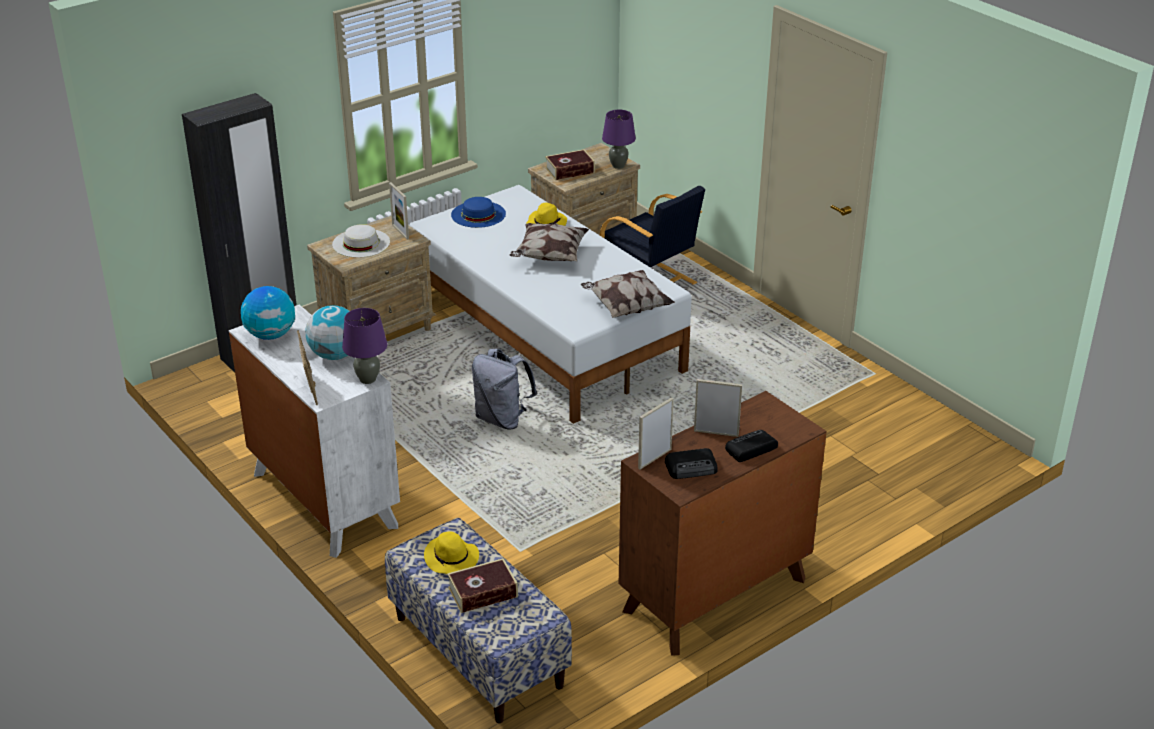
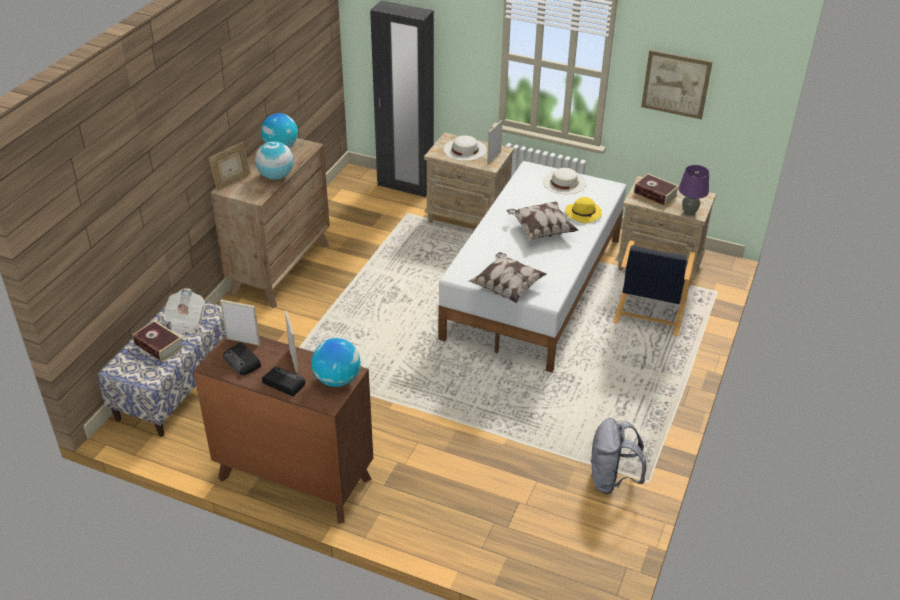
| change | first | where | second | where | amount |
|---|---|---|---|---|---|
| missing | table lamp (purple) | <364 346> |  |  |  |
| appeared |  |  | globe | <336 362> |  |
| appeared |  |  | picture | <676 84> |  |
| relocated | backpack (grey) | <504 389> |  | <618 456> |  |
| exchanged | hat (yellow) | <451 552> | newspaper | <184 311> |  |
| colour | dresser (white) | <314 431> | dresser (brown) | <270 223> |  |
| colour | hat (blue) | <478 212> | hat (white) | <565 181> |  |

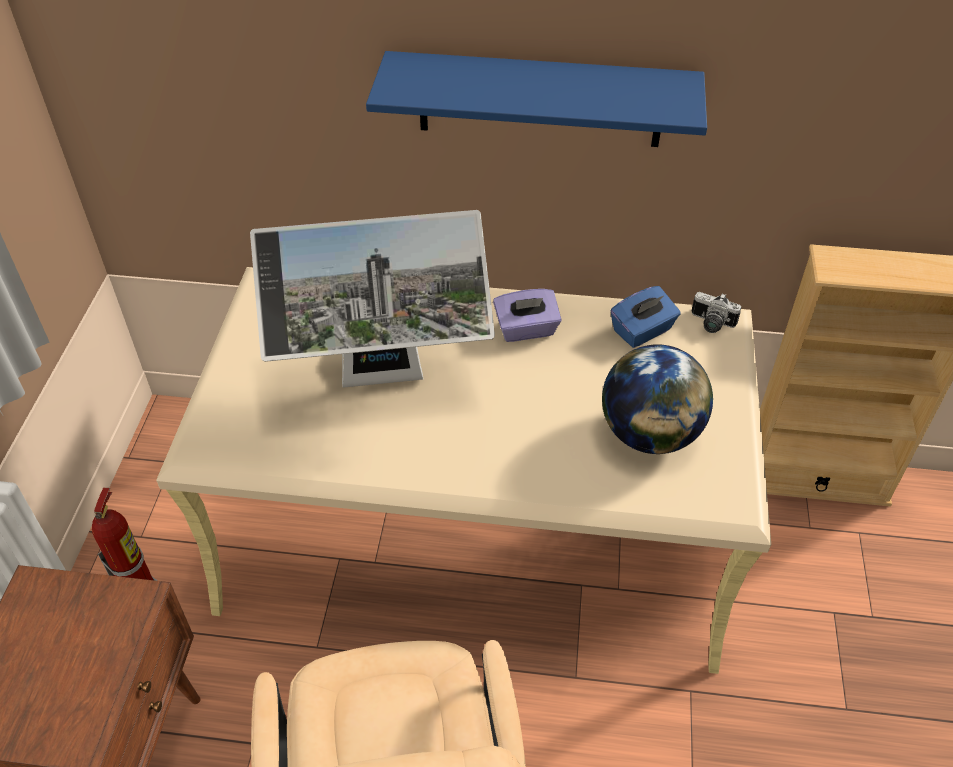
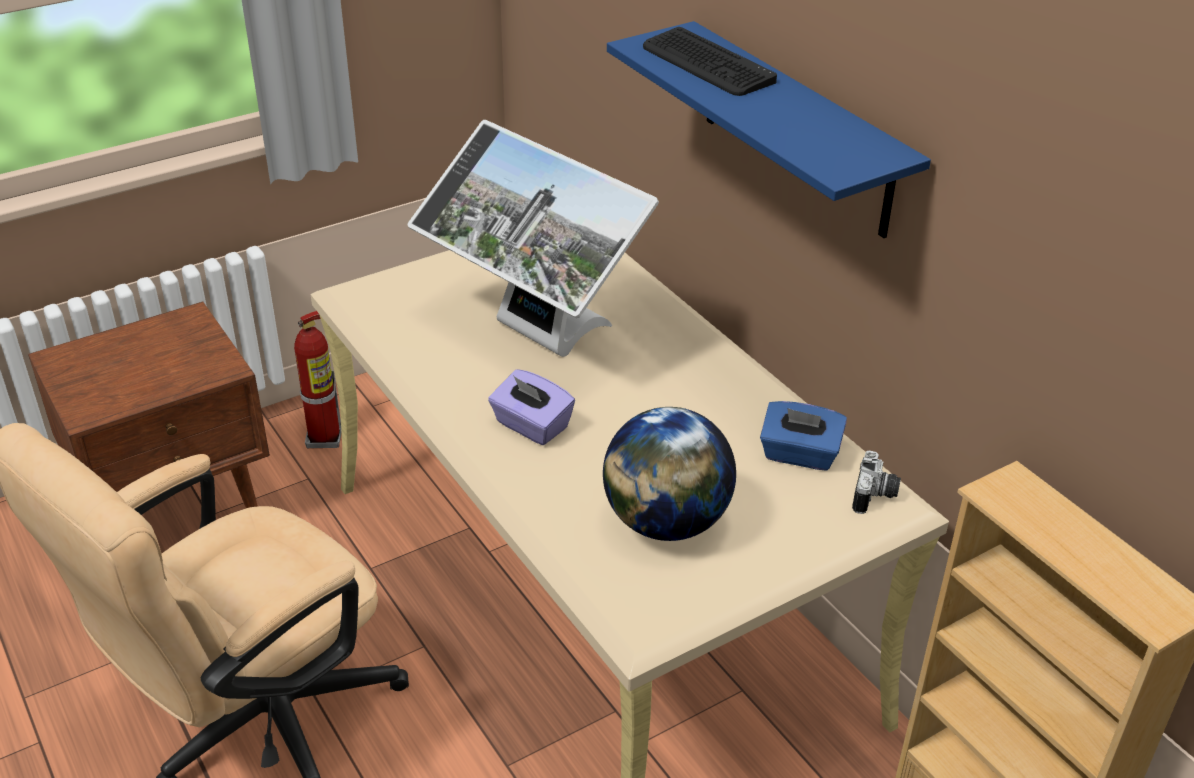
| change | first | where | second | where | amount |
|---|---|---|---|---|---|
| appeared |  |  | keyboard | <710 61> |  |
| relocated | tissue box (purple) | <527 315> |  | <531 407> |  |
| spun | photo camera | <716 312> |  | <876 482> | 150 degrees counterclockwise |

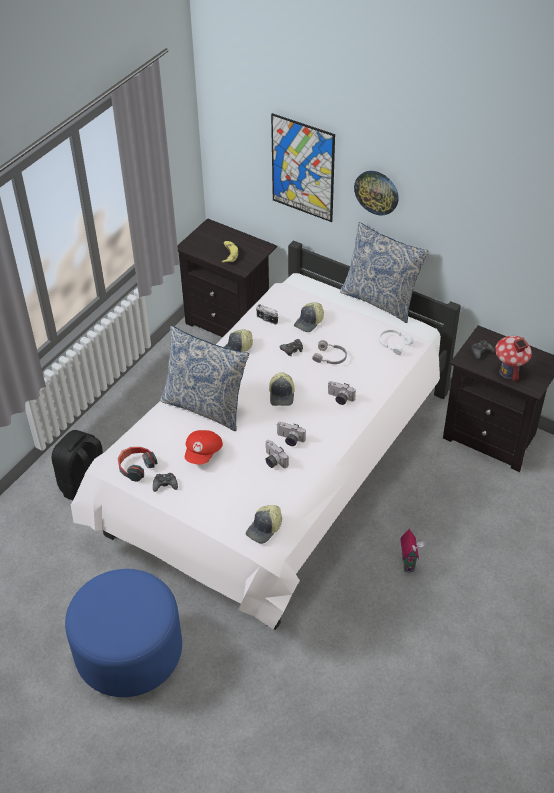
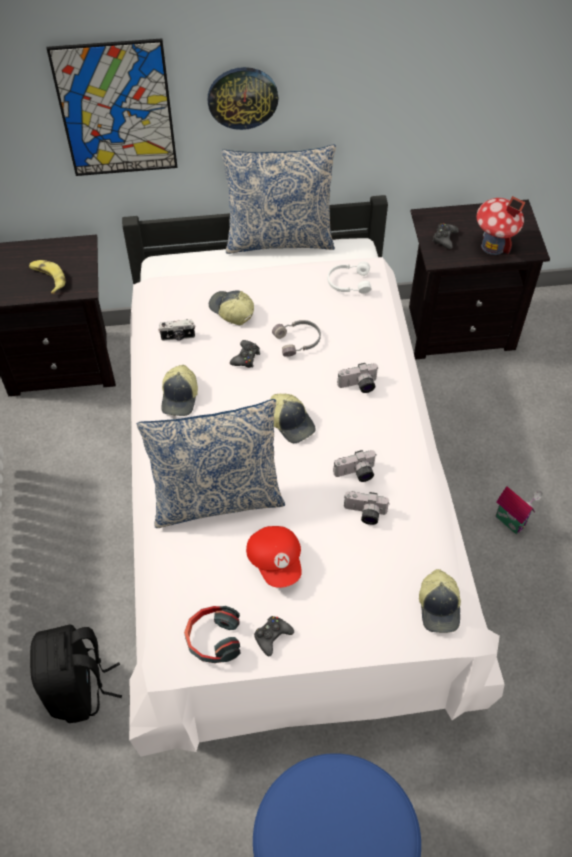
| change | first | where | second | where | amount |
|---|---|---|---|---|---|
| spun | cap | <309 317> |  | <231 308> | 135 degrees clockwise |

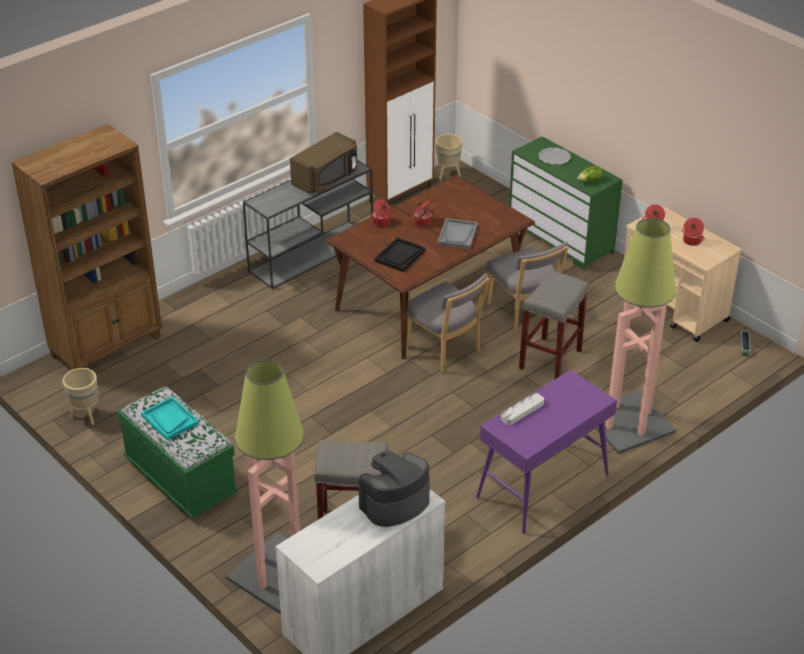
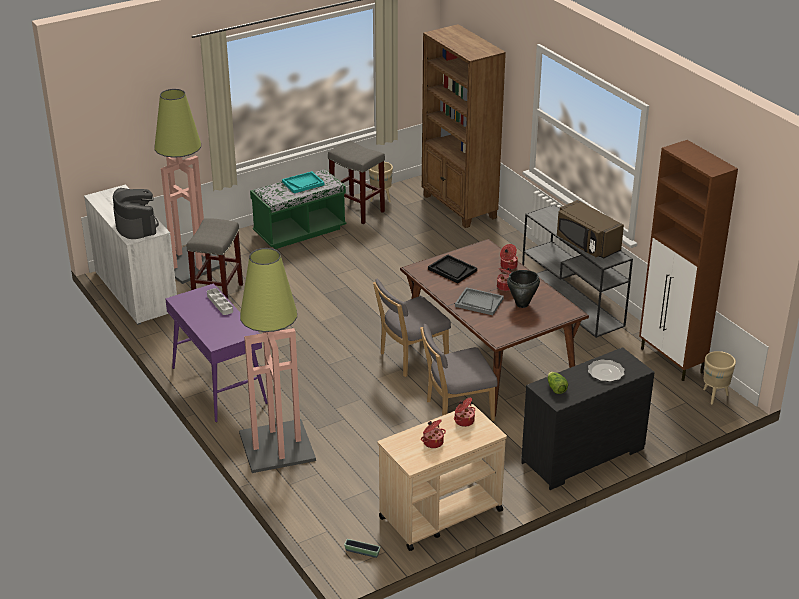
| change | first | where | second | where | amount |
|---|---|---|---|---|---|
| appeared |  |  | cooking pot (black) | <523 289> |  |
| relocated | stool (grey) | <553 325> |  | <356 182> |  |
| colour | dresser (green) | <566 203> | dresser (black) | <588 418> |  |

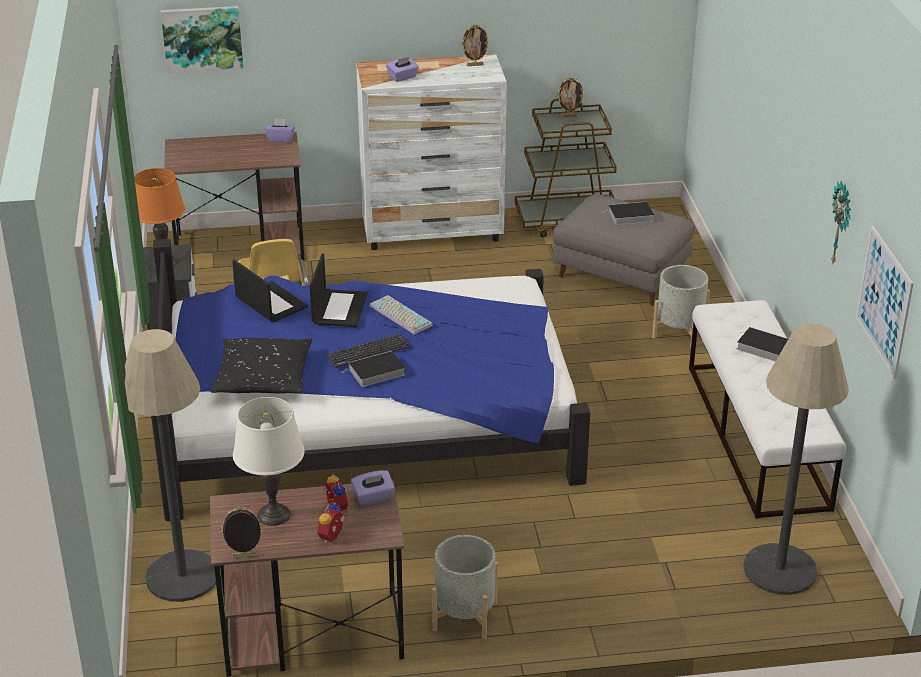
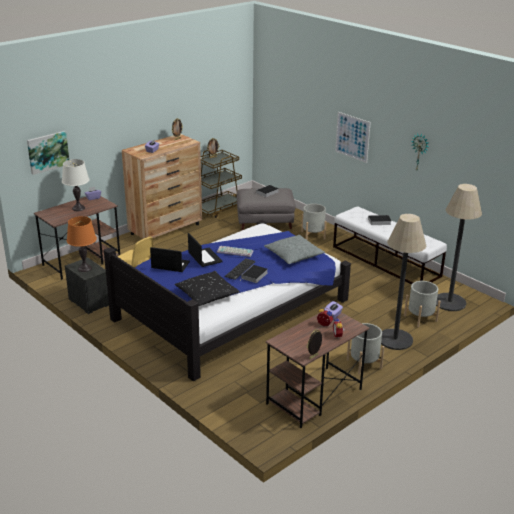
| change | first | where | second | where | amount |
|---|---|---|---|---|---|
| appeared |  |  | pillow (grey) | <294 249> |  |
| appeared |  |  | planter (grey) | <422 304> |  |
| relocated | floor lamp | <170 465> |  | <403 282> |  |
| relocated | table lamp (white) | <268 461> |  | <75 185> |  |
| relocated | picture | <885 302> |  | <353 137> |  |
| colour | dresser (white) | <431 152> | dresser (brown) | <162 186> |  |

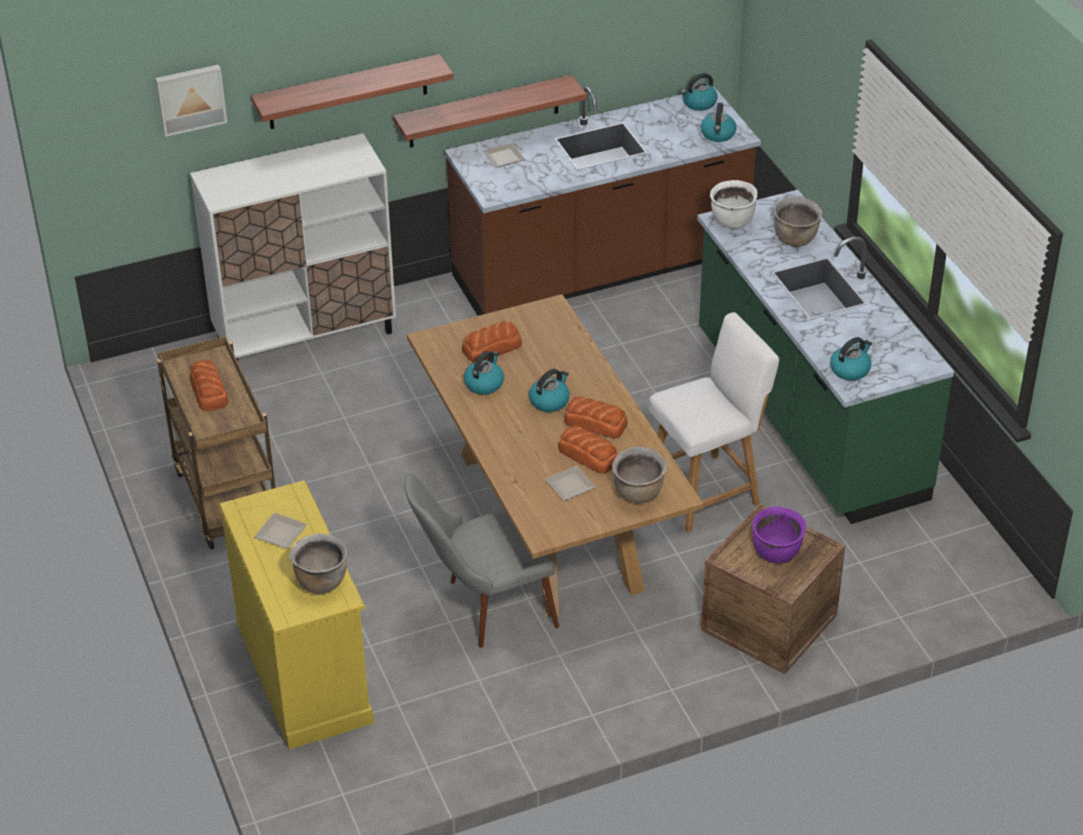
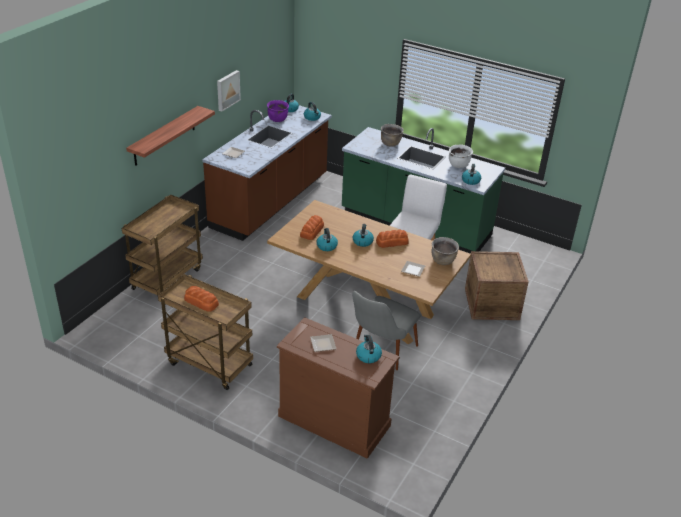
| change | first | where | second | where | amount |
|---|---|---|---|---|---|
| missing | shelf | <490 111> |  |  |  |
| missing | bread | <588 449> |  |  |  |
| relocated | picture | <191 100> |  | <229 91> |  |
| relocated | cooking pot (white) | <733 204> |  | <461 156> |  |
| relocated | cooking pot (purple) | <779 534> |  | <278 111> |  |
| exchanged | cabinet (white) | <293 248> | cart (brown) | <162 245> |  |
| exchanged | cooking pot (brown) | <318 564> | kettle | <369 348> |  |
| colour | dresser (yellow) | <296 615> | dresser (brown) | <338 388> |  |

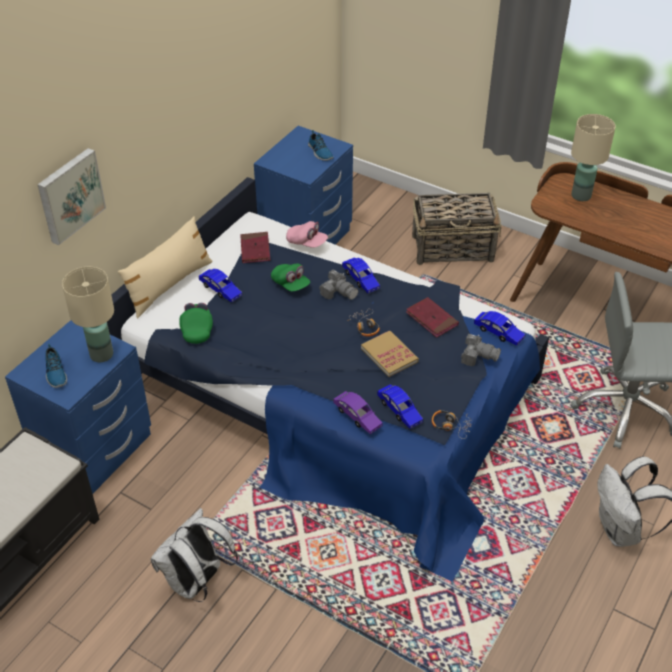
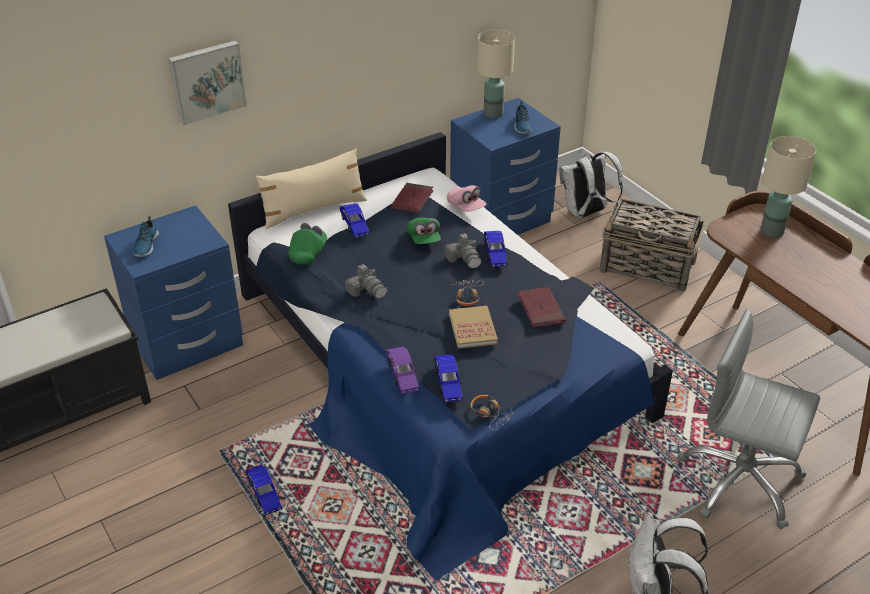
| change | first | where | second | where | amount |
|---|---|---|---|---|---|
| relocated | table lamp (beige) | <88 314> |  | <496 73> |  |
| relocated | backpack (white) | <194 555> |  | <591 185> |  |
| relocated | photo camera | <481 350> |  | <366 281> |  |
| relocated | toy car (blue) | <499 328> |  | <264 490> |  |

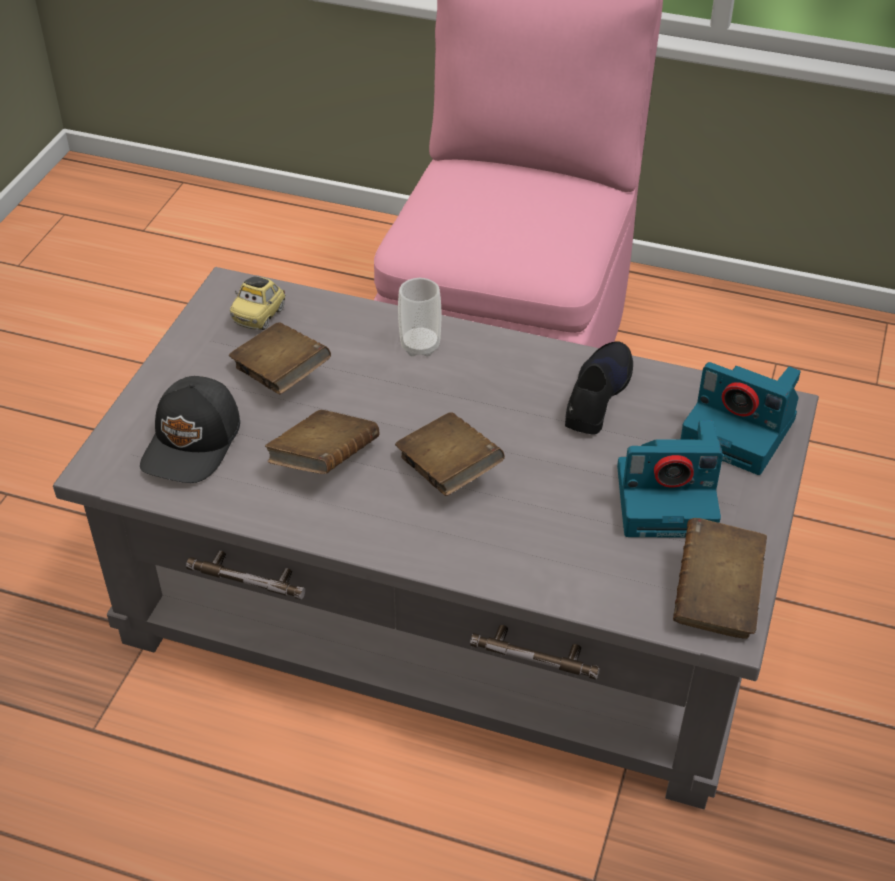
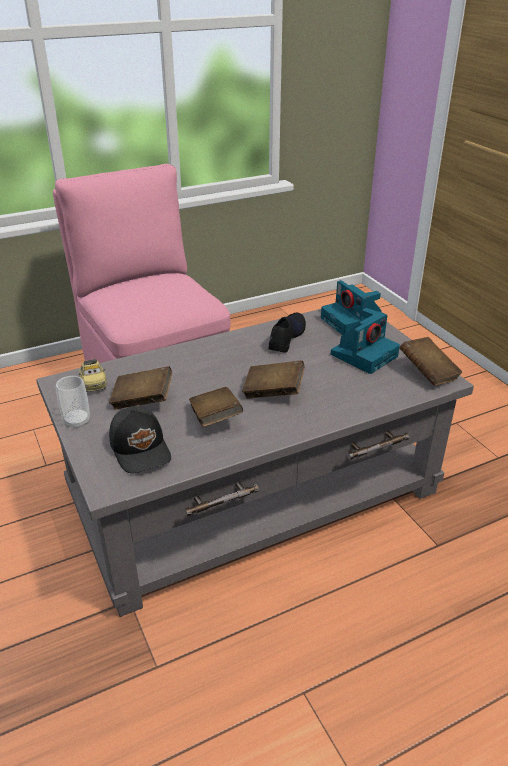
| change | first | where | second | where | amount |
|---|---|---|---|---|---|
| relocated | cup | <419 317> |  | <73 402> |  |
| spun | shoe (black) | <599 388> |  | <287 333> | 45 degrees clockwise |
| spun | photo camera | <740 418> |  | <351 307> | 75 degrees clockwise |

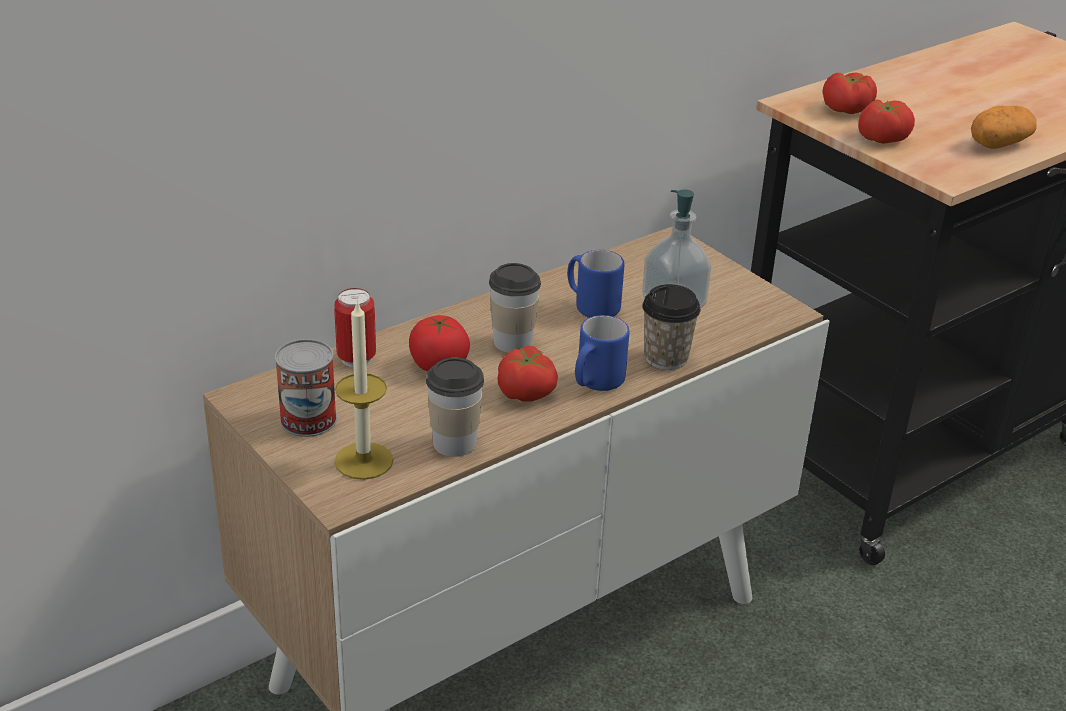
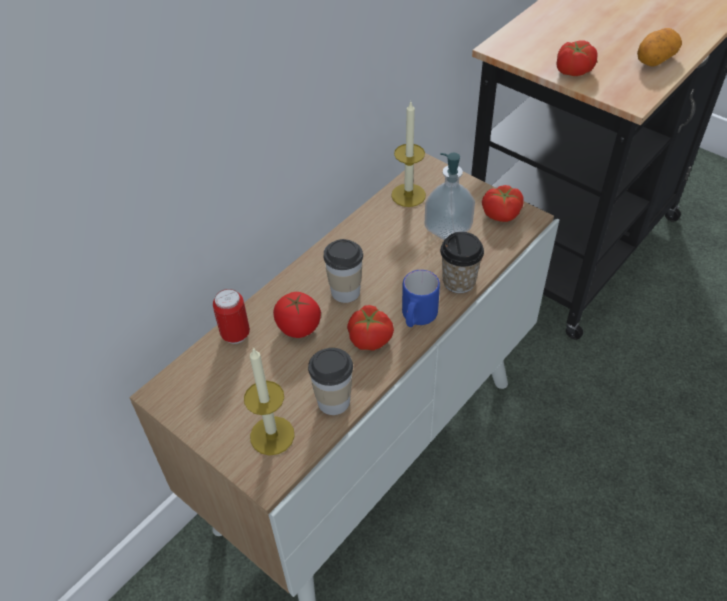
| change | first | where | second | where | amount |
|---|---|---|---|---|---|
| missing | can | <306 388> |  |  |  |
| missing | mug (blue) | <595 284> |  |  |  |
| appeared |  |  | candle | <408 154> |  |
| relocated | tomato | <850 93> |  | <503 203> |  |

